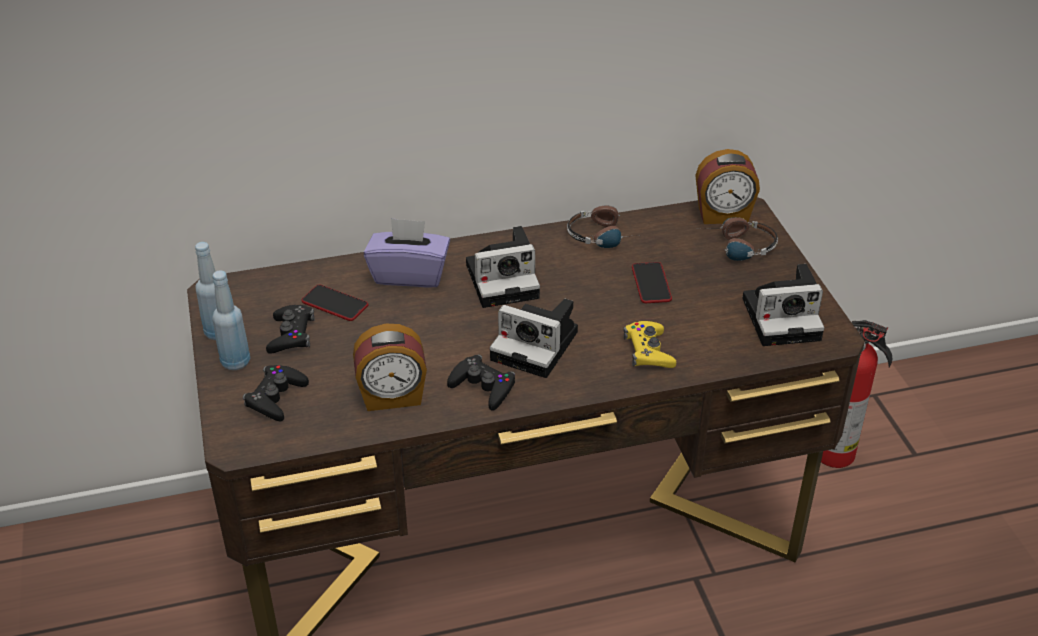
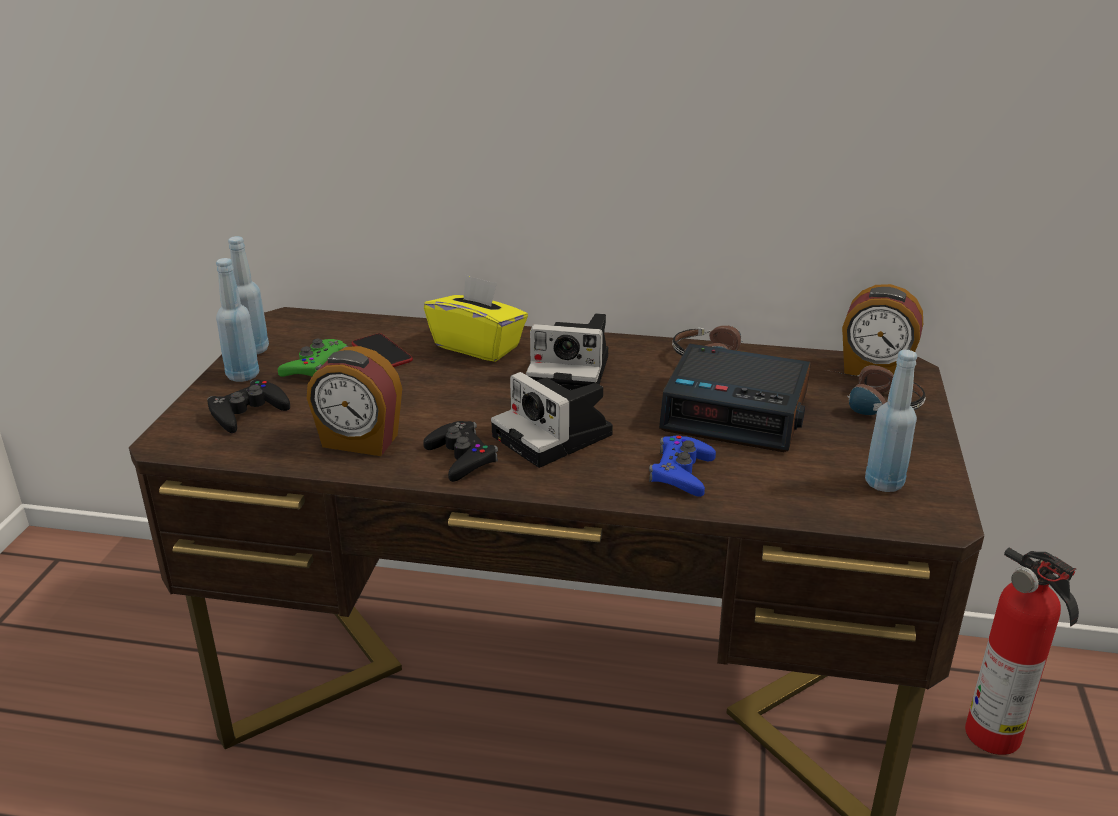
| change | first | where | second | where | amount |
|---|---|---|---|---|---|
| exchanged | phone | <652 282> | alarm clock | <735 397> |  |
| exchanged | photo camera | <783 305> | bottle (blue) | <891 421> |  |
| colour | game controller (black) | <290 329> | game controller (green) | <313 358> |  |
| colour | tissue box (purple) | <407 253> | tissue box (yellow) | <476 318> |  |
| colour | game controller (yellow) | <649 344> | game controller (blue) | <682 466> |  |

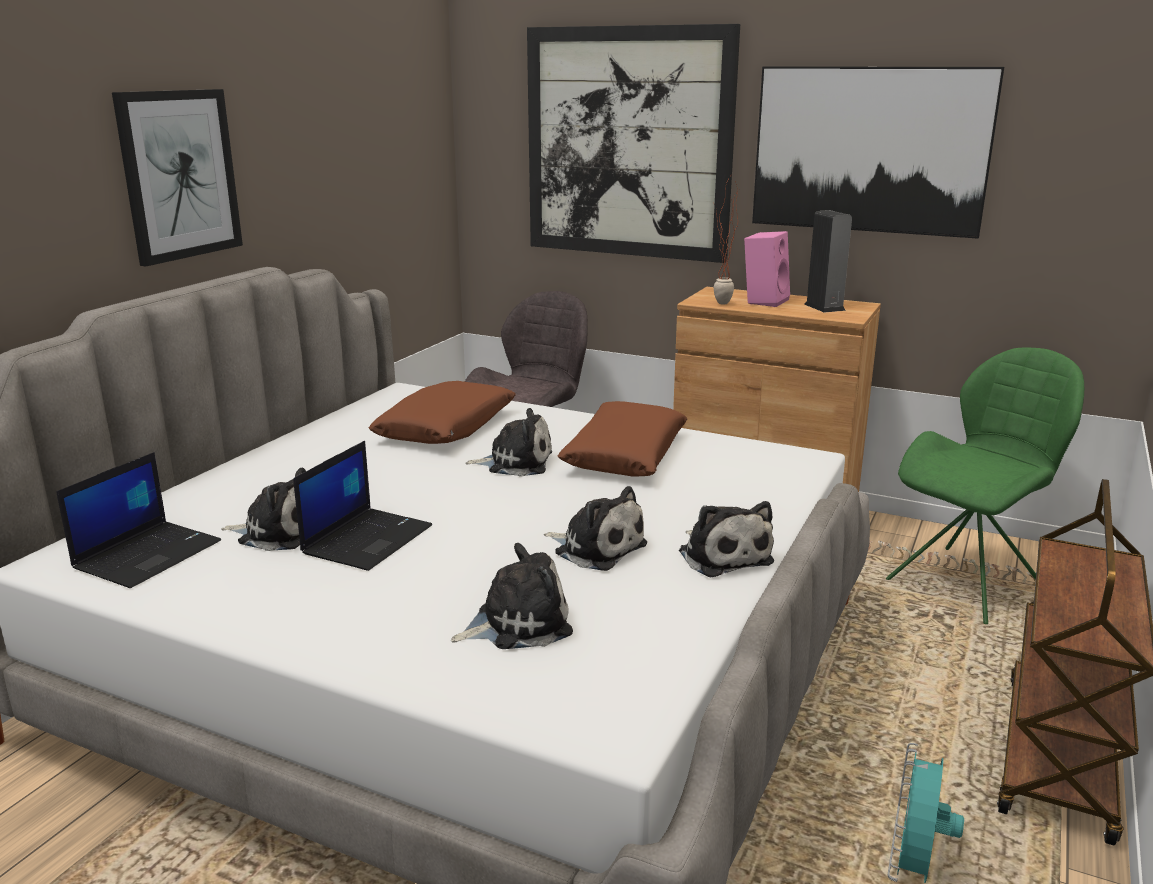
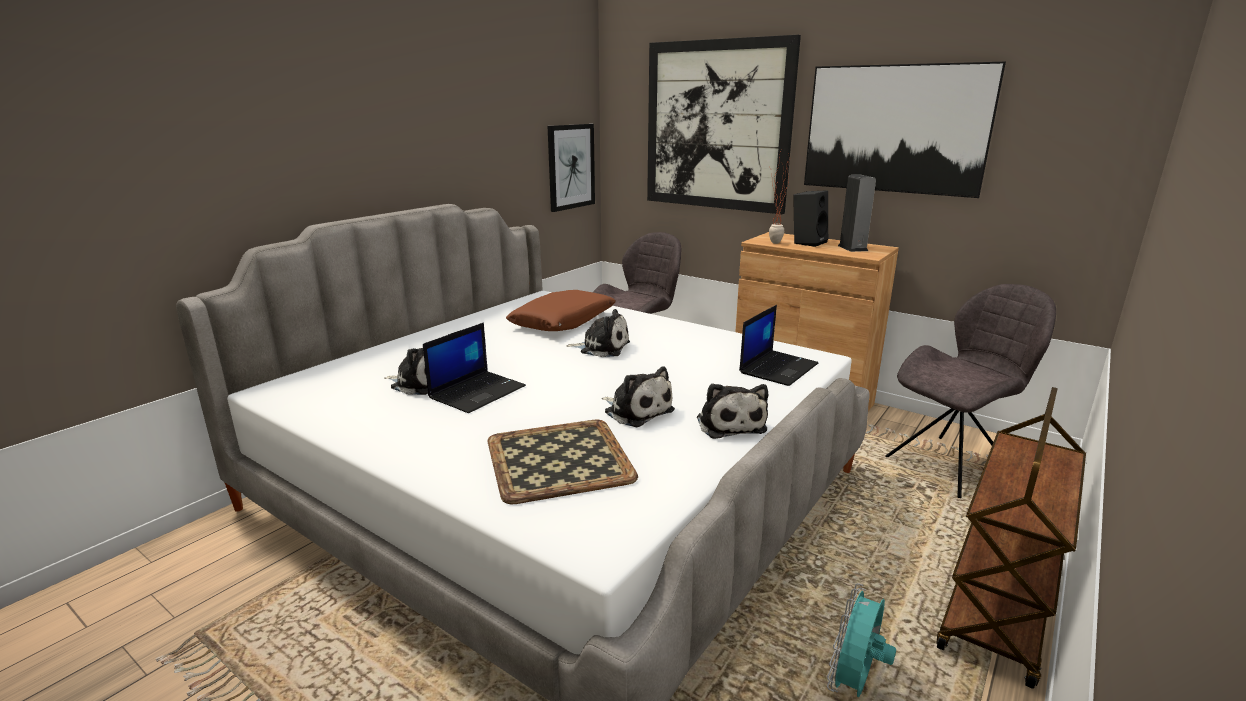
| change | first | where | second | where | amount |
|---|---|---|---|---|---|
| missing | pillow (brown) | <622 439> |  |  |  |
| relocated | laptop | <138 520> |  | <778 345> |  |
| relocated | picture | <177 177> |  | <571 168> |  |
| exchanged | plush toy | <512 596> | tray | <562 462> |  |
| colour | speaker (pink) | <767 269> | speaker (black) | <810 218> |  |
| colour | chair (green) | <985 486> | chair (grey) | <970 391> |  |

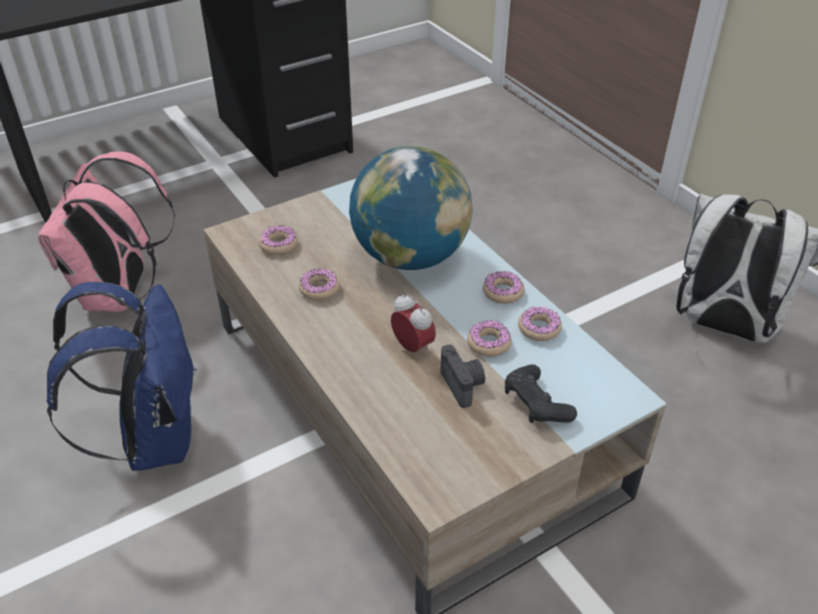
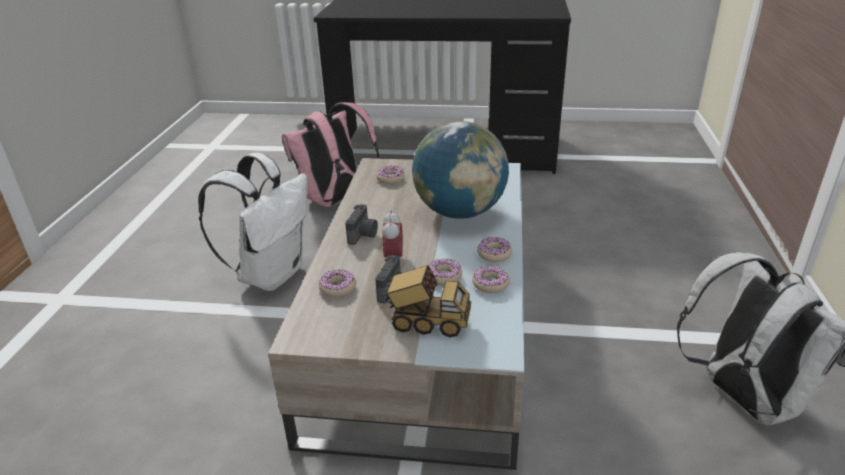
| change | first | where | second | where | amount |
|---|---|---|---|---|---|
| appeared |  |  | photo camera | <361 224> |  |
| relocated | donut | <319 284> |  | <337 283> |  |
| exchanged | game controller (black) | <541 393> | toy truck | <426 301> |  |
| colour | backpack (blue) | <121 376> | backpack (white) | <253 222> |  |

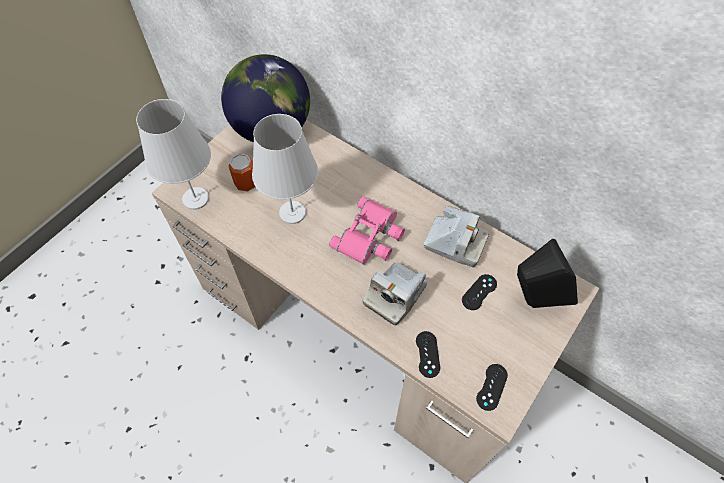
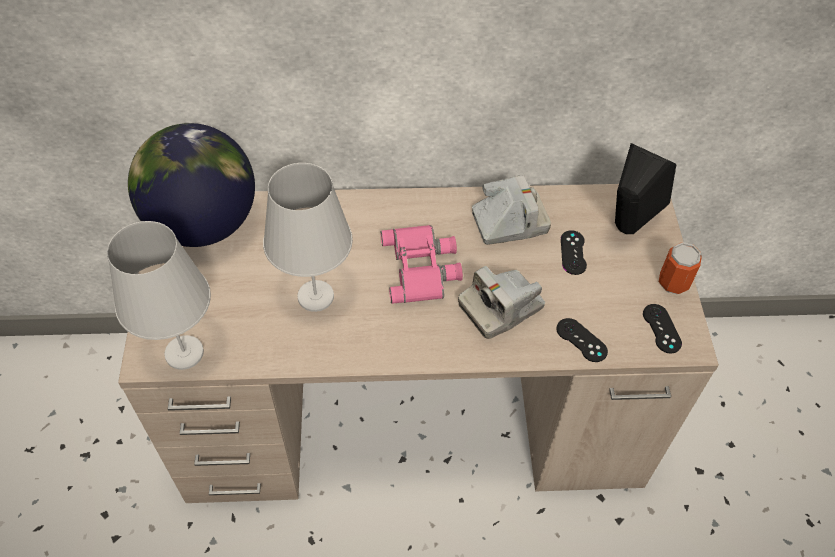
| change | first | where | second | where | amount |
|---|---|---|---|---|---|
| relocated | can | <242 172> |  | <680 268> |  |
| spun | photo camera | <395 293> |  | <501 302> | 60 degrees clockwise |

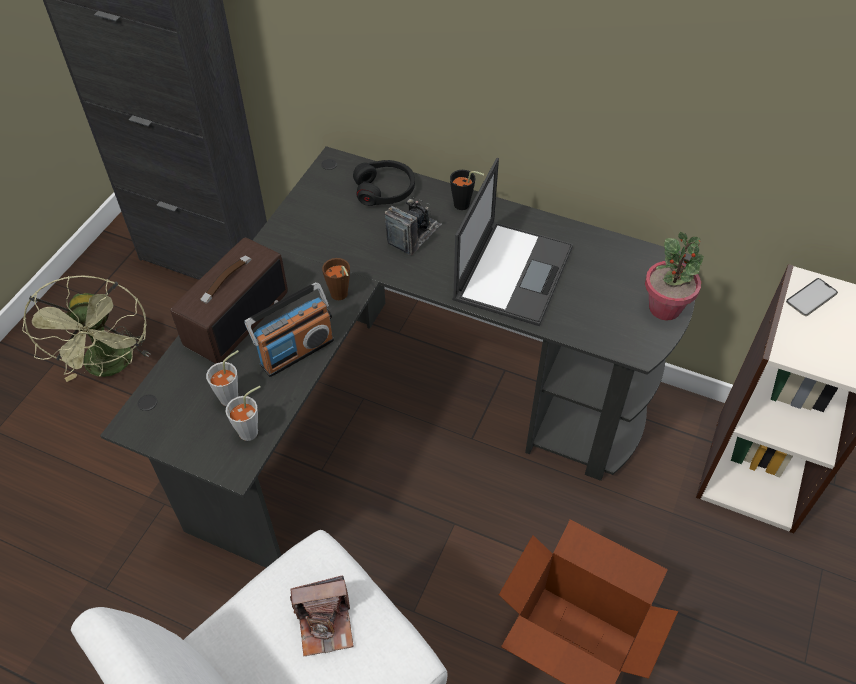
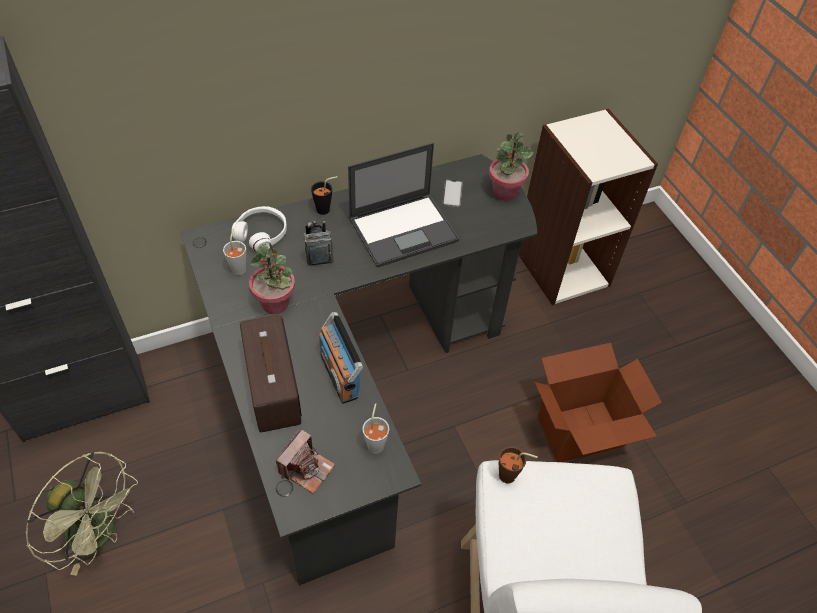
| change | first | where | second | where | amount |
|---|---|---|---|---|---|
| appeared |  |  | potted plant | <272 278> |  |
| relocated | cup (grey) | <222 378> |  | <234 252> |  |
| relocated | photo camera | <322 616> |  | <305 461> |  |
| relocated | cup (brown) | <336 279> |  | <518 464> |  |
| relocated | phone | <812 297> |  | <452 193> |  |
| colour | headphones (black) | <384 183> | headphones (white) | <259 228> |  |
| spun | radio | <289 329> |  | <341 358> | 150 degrees clockwise |
| spun | laptop | <512 242> |  | <403 205> | 90 degrees clockwise |

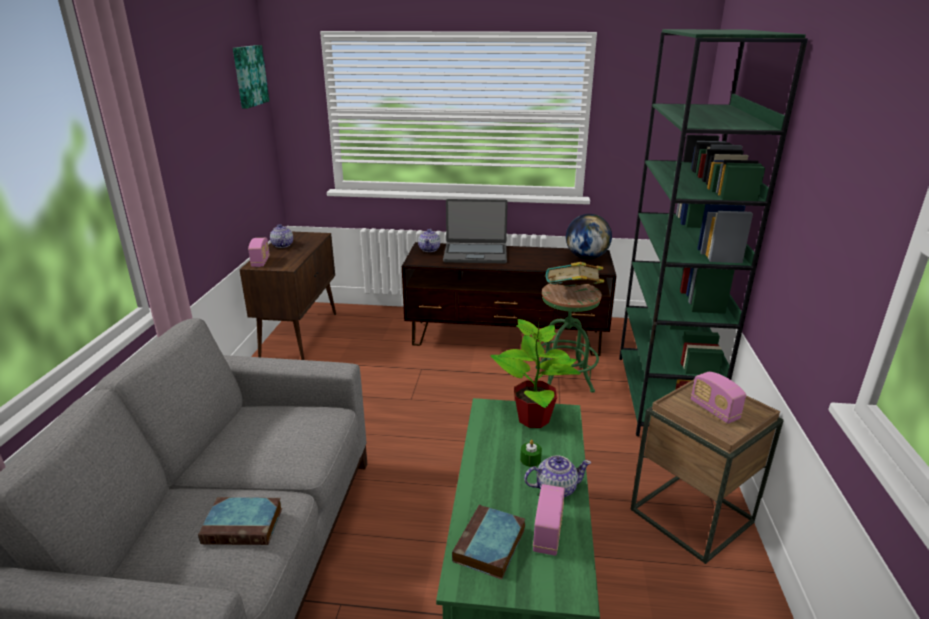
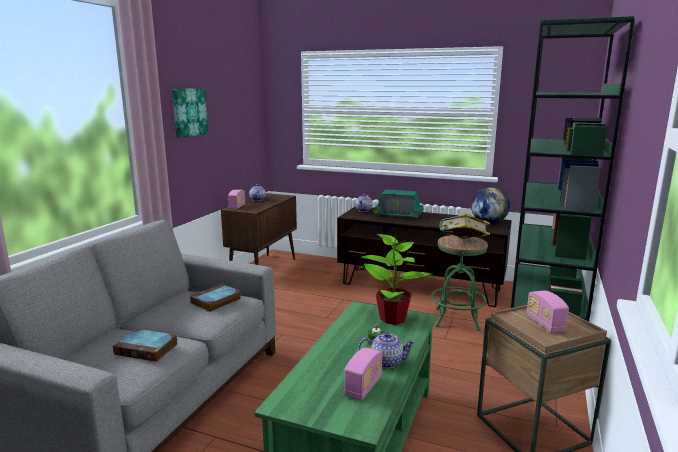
| change | first | where | second | where | amount |
|---|---|---|---|---|---|
| relocated | picture | <251 77> |  | <190 113> |  |
| relocated | book | <488 541> |  | <215 298> |  |
| exchanged | laptop | <475 231> | radio | <398 204> |  |

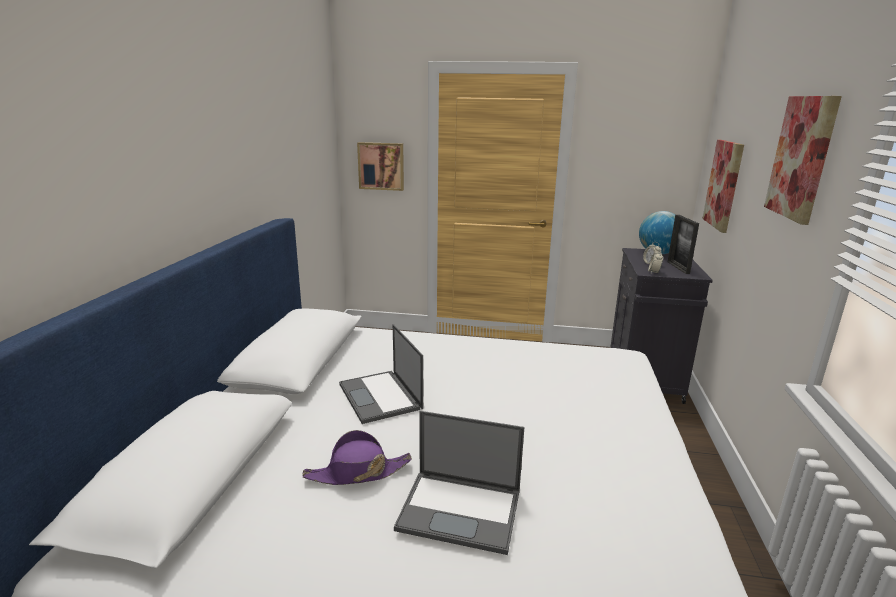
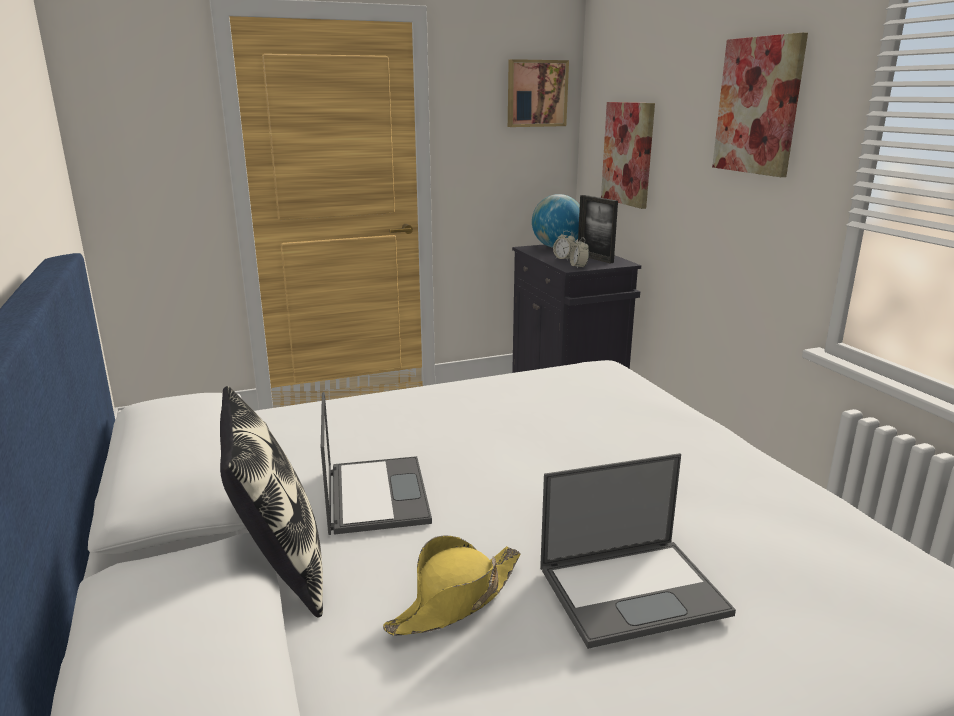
| change | first | where | second | where | amount |
|---|---|---|---|---|---|
| appeared |  |  | pillow | <271 502> |  |
| relocated | picture | <380 166> |  | <538 93> |  |
| colour | hat (purple) | <357 457> | hat (yellow) | <452 585> |  |
| spun | laptop | <381 374> |  | <376 463> | 135 degrees counterclockwise |

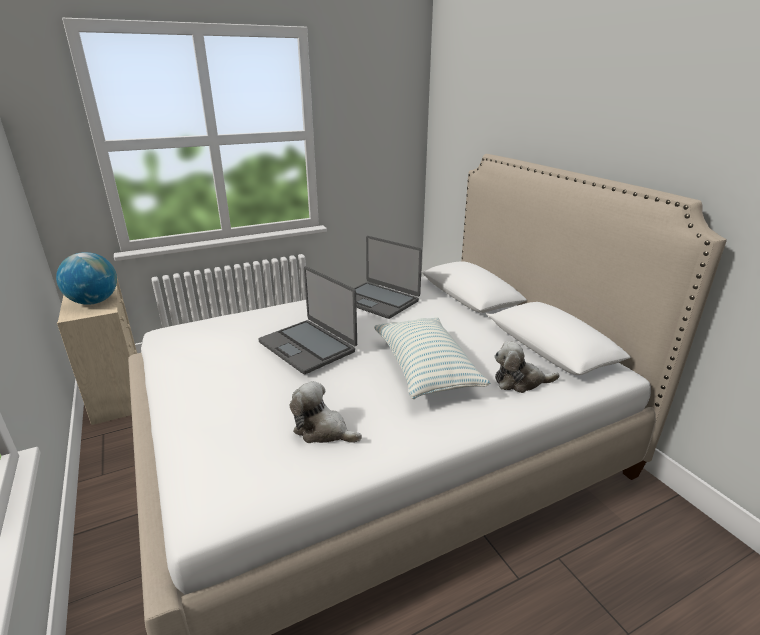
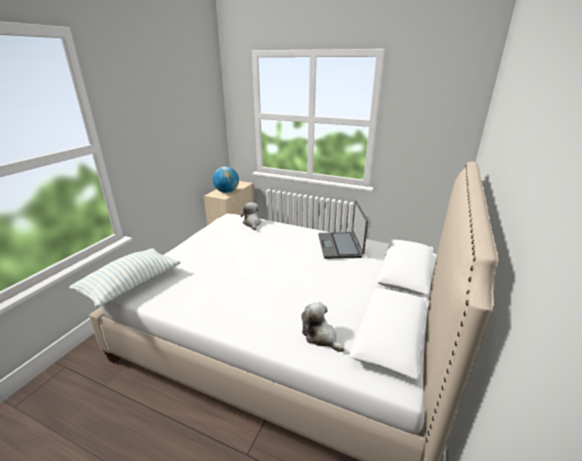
| change | first | where | second | where | amount |
|---|---|---|---|---|---|
| missing | laptop | <308 320> |  |  |  |
| relocated | plush toy | <326 412> |  | <251 216> |  |
| relocated | pillow | <432 358> |  | <125 278> |  |

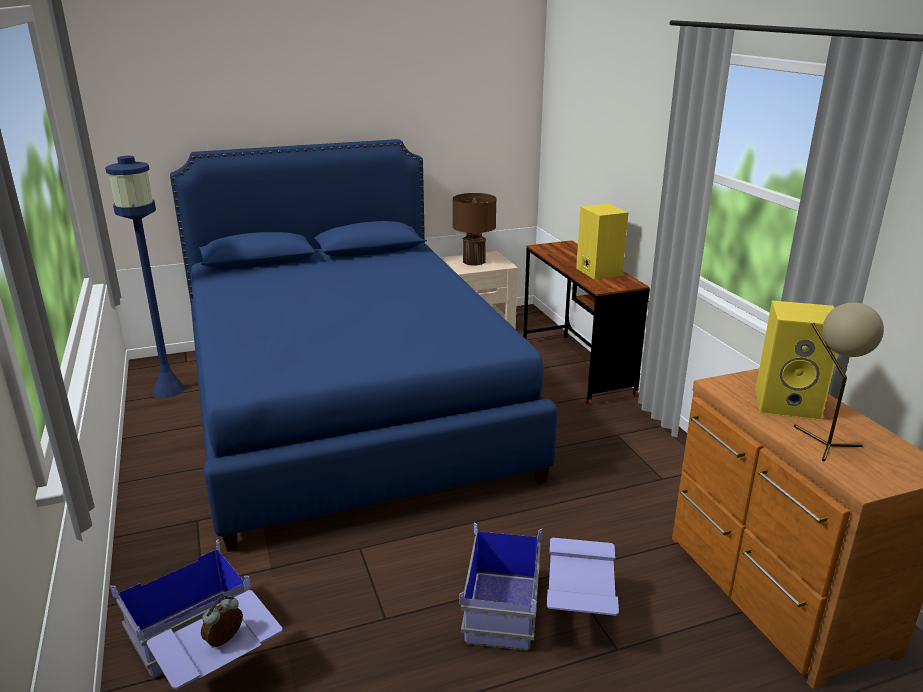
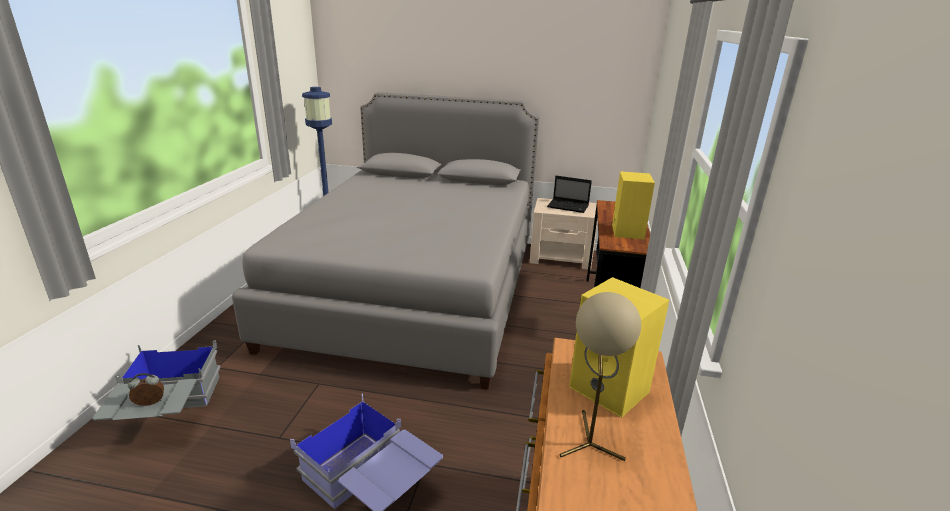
| change | first | where | second | where | amount |
|---|---|---|---|---|---|
| exchanged | table lamp (brown) | <475 229> | laptop | <569 194> |  |
| colour | storage box (blue) | <196 614> | storage box (grey) | <156 380> |  |
| colour | bed (blue) | <363 345> | bed (grey) | <385 241> |  |

